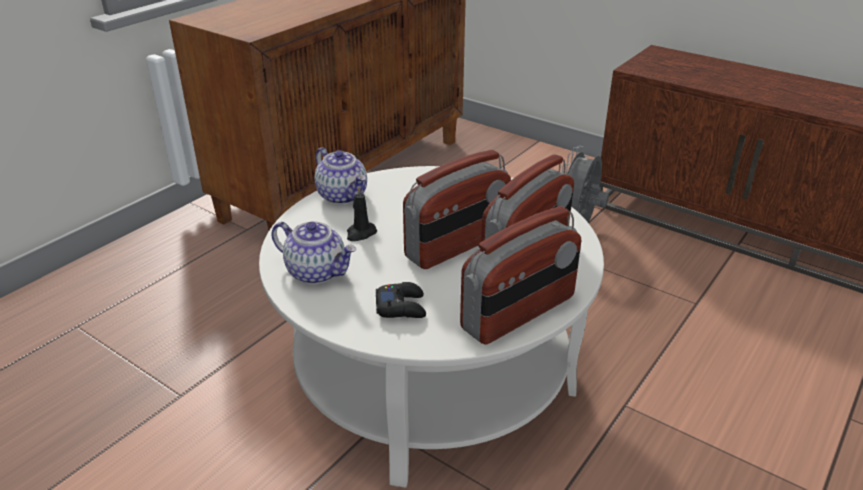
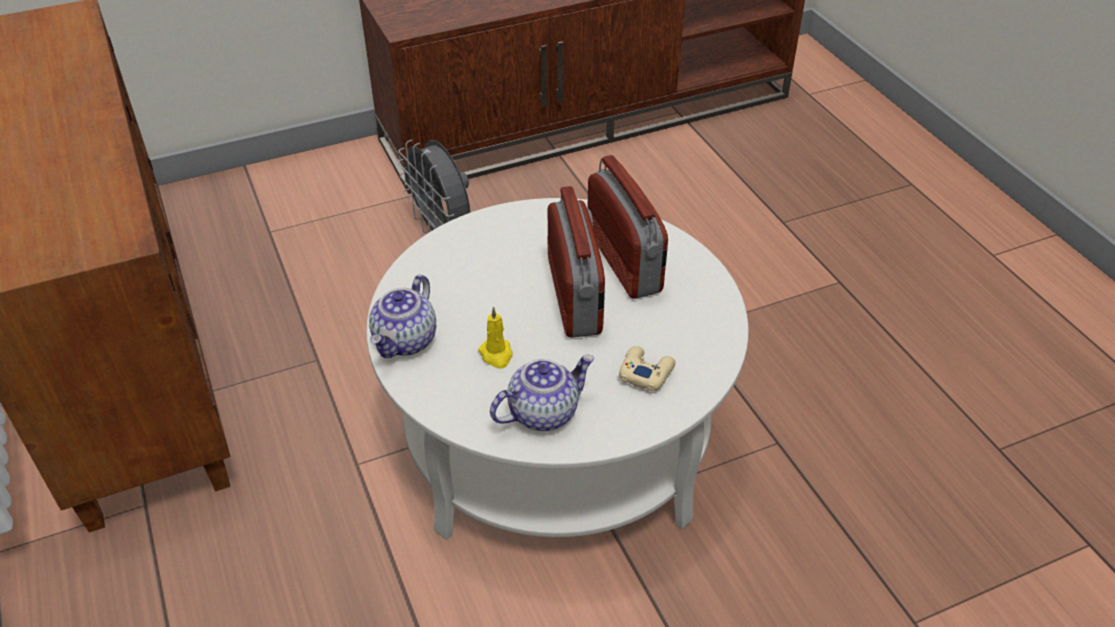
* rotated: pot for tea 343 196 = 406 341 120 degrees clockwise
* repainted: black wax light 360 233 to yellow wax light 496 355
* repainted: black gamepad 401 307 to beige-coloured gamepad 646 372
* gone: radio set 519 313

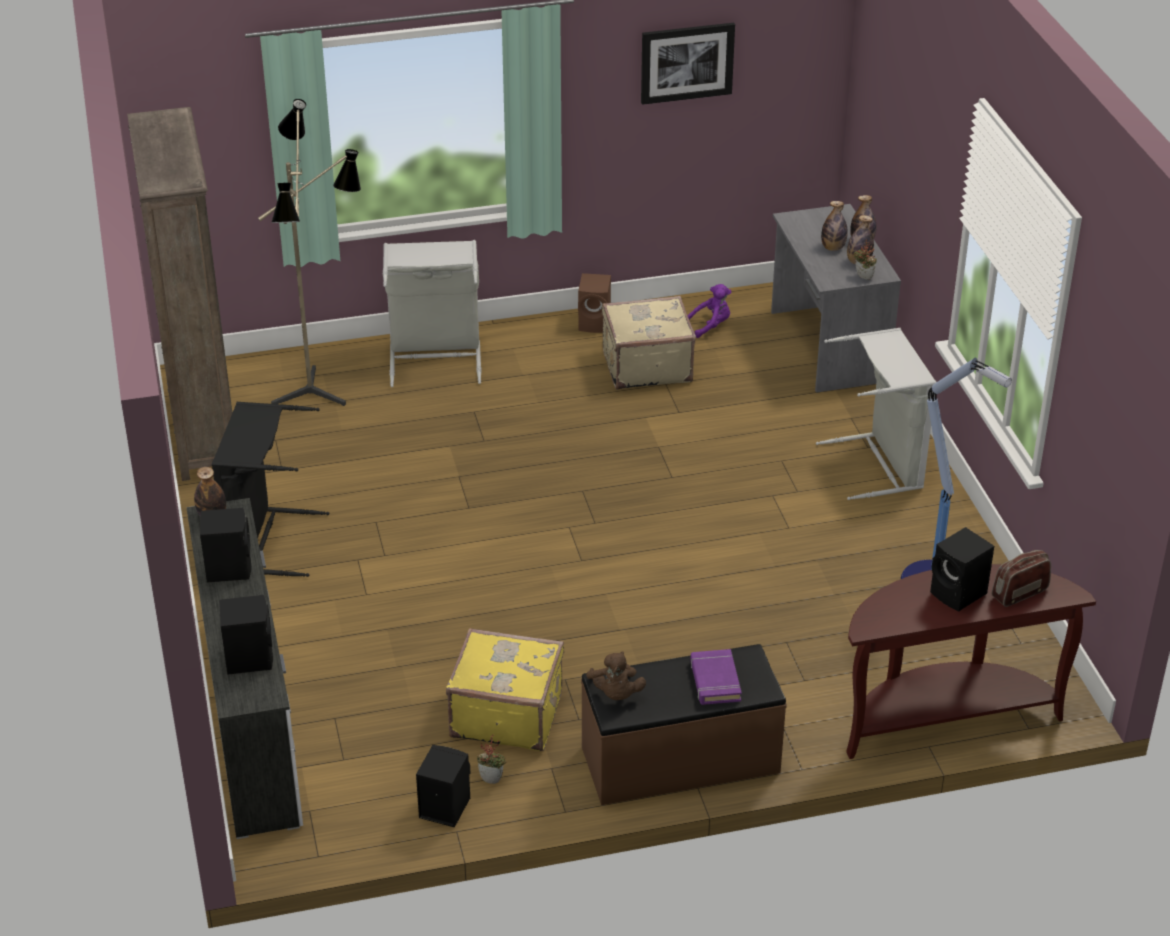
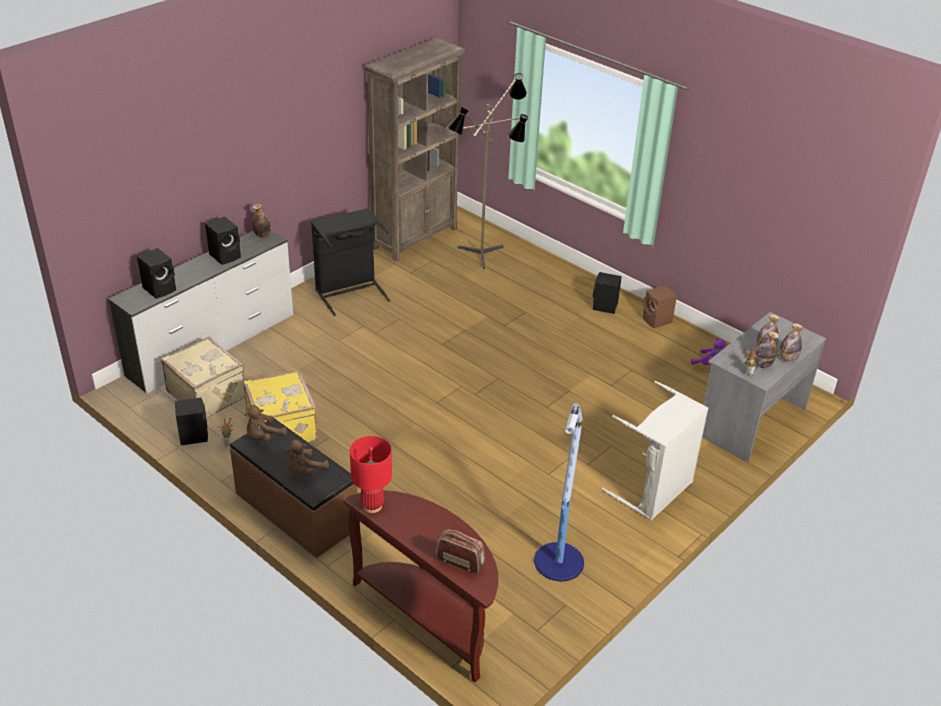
* shifted: beige-coloured piece of luggage 646 366 to 207 394
* swapped: purple-coloured book 715 681 to brown cuddly toy 305 471
* new: red table lamp 372 506
* shifted: black speaker 959 594 to 604 307
* gone: greyish laundry basket 435 358
* gone: picture 687 62

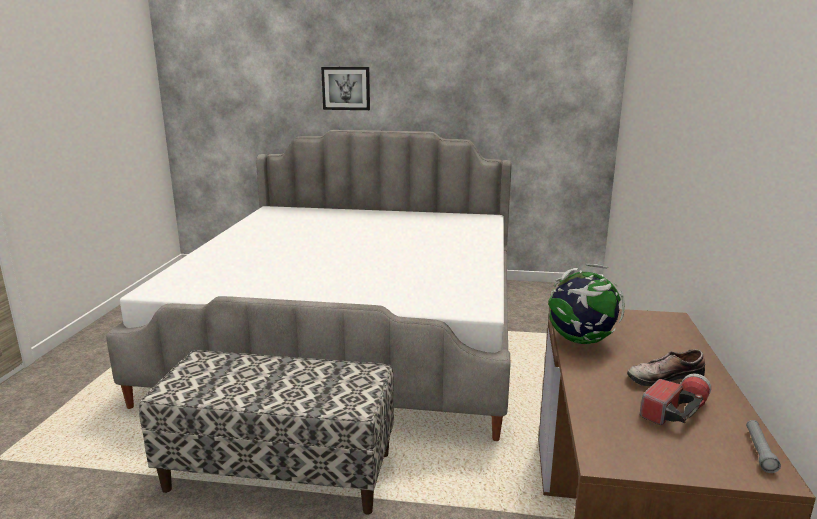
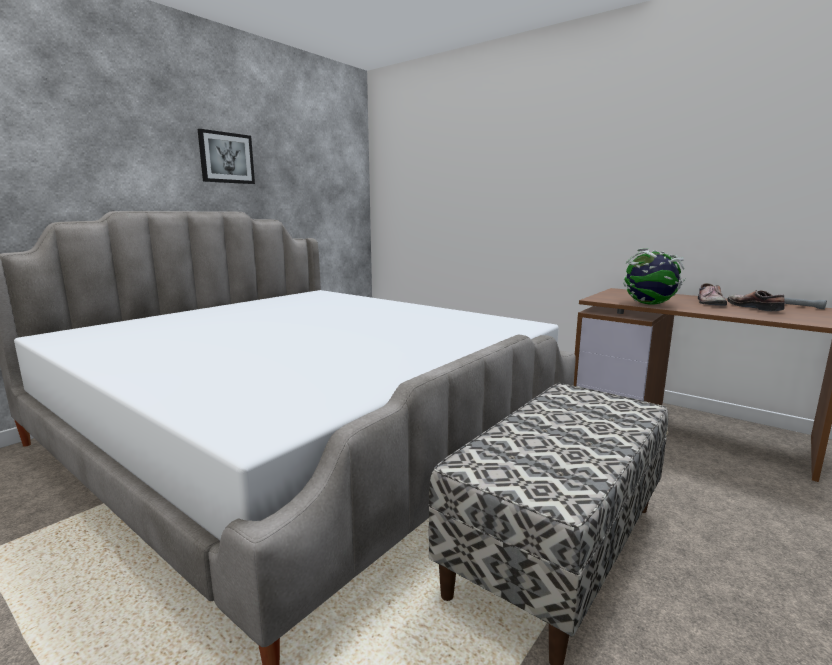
* shifted: picture 346 88 to 226 158
* swapped: hand torch 675 410 to item of footwear 755 307

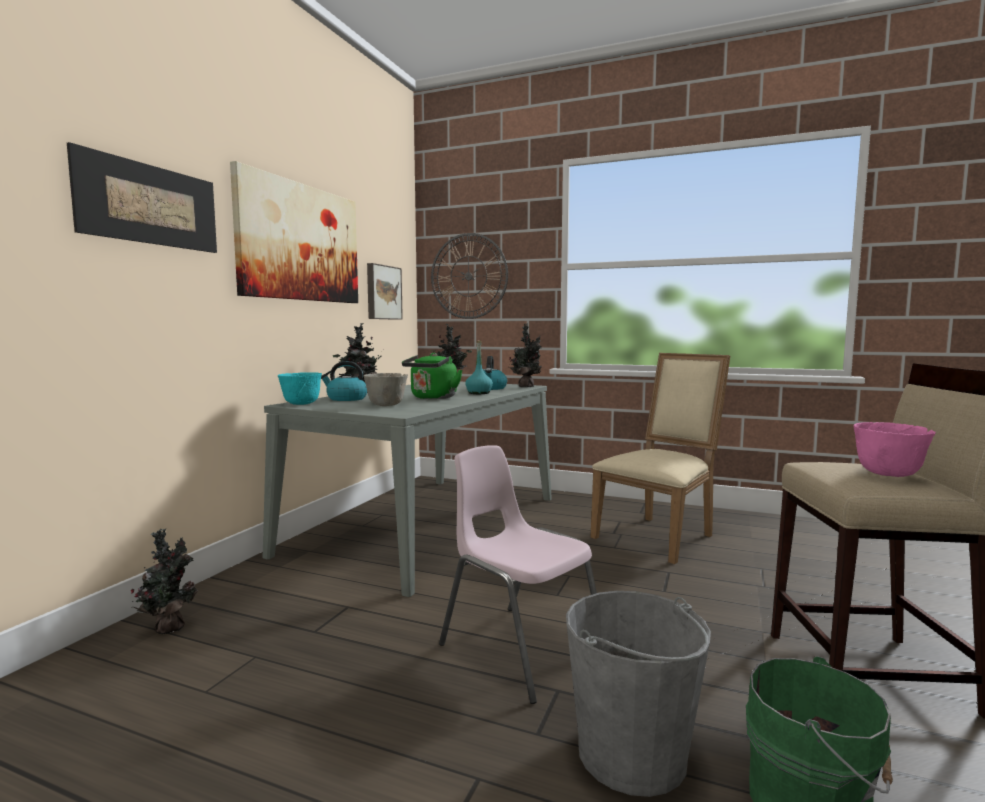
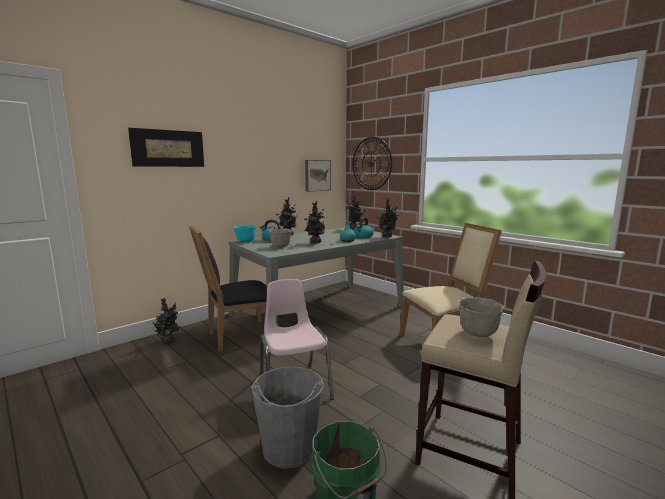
* new: black chair 238 336
* swapped: green-coloured tea kettle 432 398 to houseplant 314 242
* repainted: pink serving bowl 890 474 to greyish serving bowl 479 334
* gone: picture 300 243

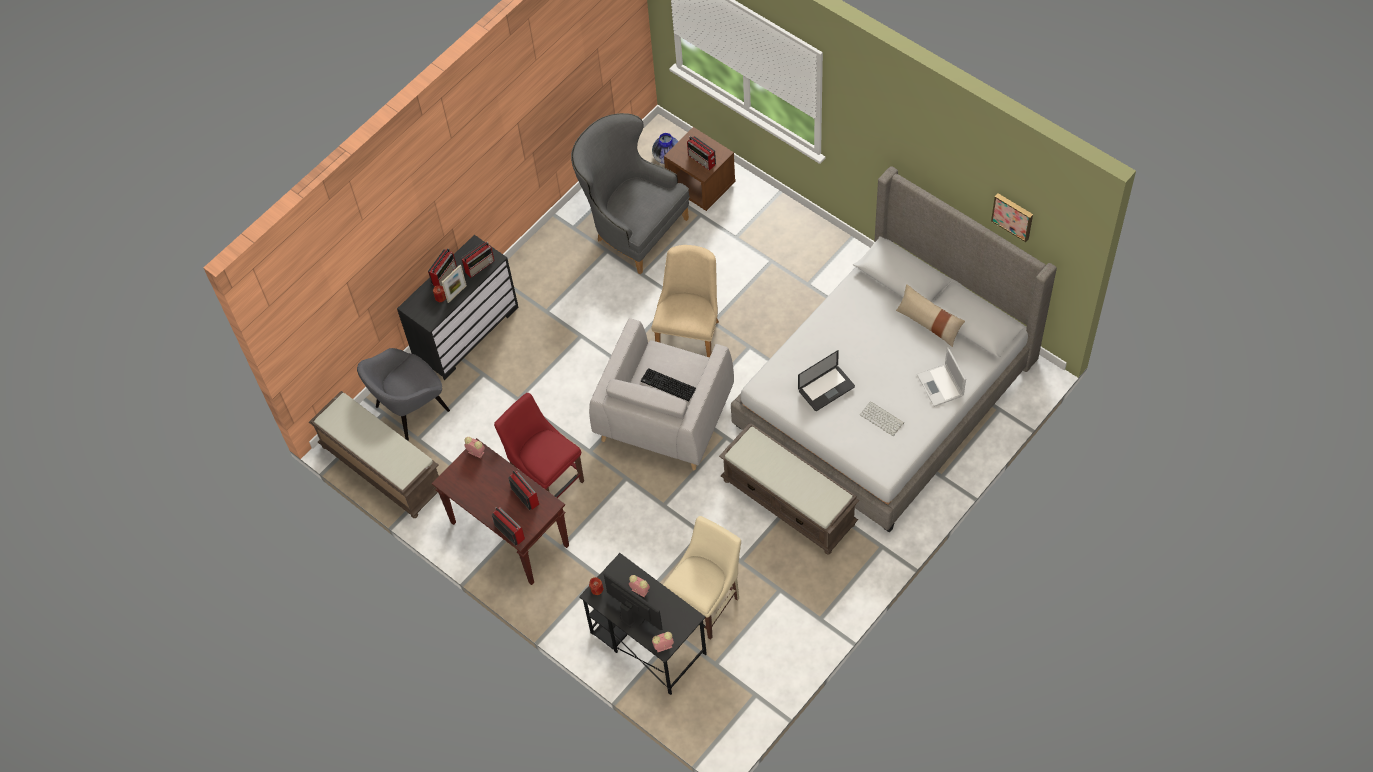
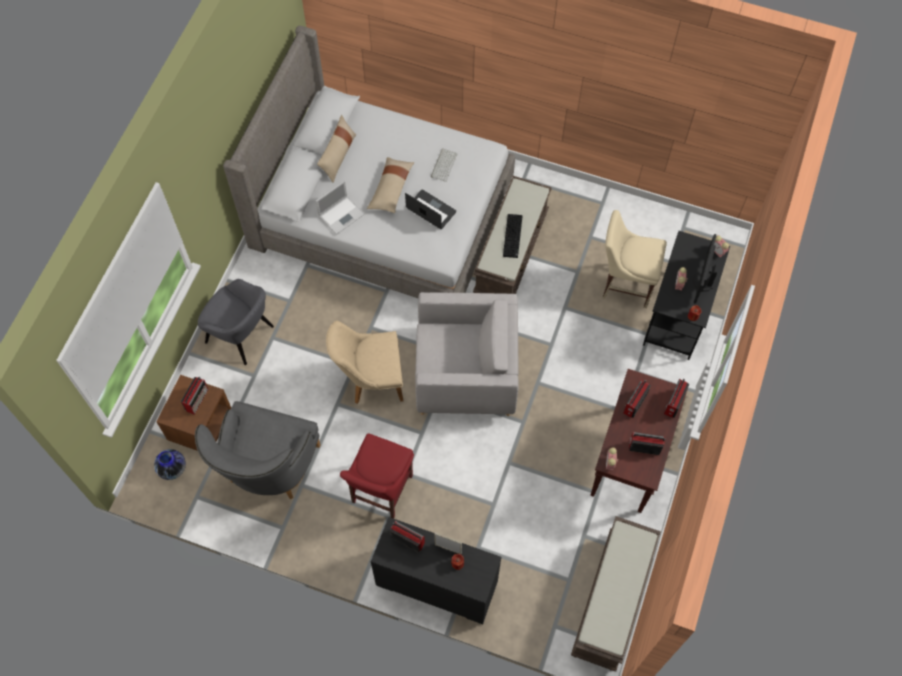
* shifted: greyish armchair 410 409 to 241 335
* shifted: notebook computer 940 386 to 341 214
* shifted: red chair 547 480 to 380 491
* new: beige-coloured pillow 391 189
* shifted: computer keyboard 667 385 to 513 237
* shifted: radio set 444 274 to 643 447
* gone: picture 1013 216

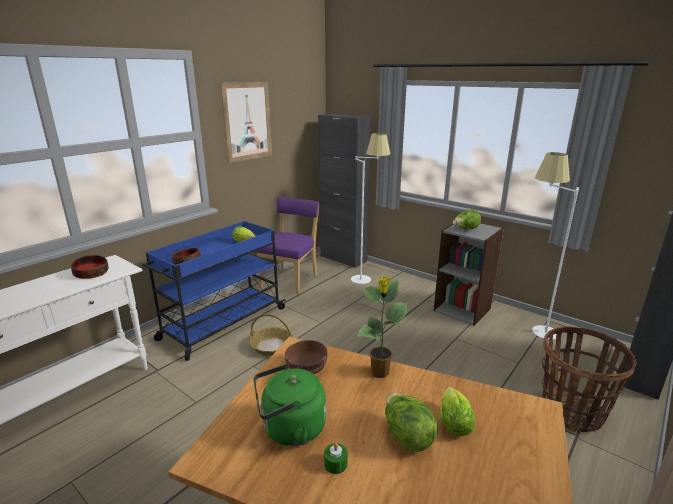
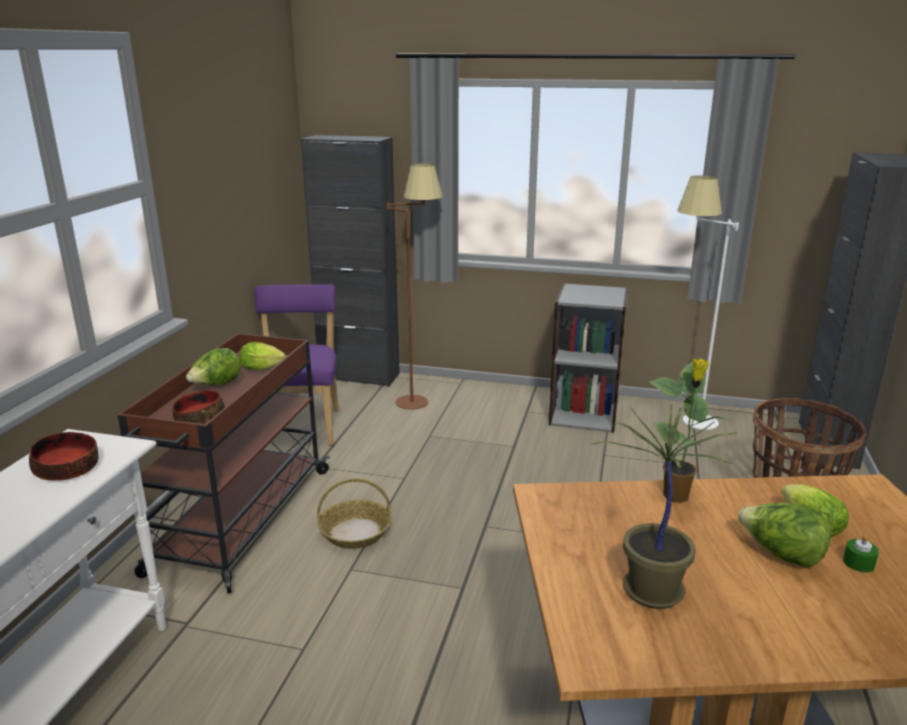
* repainted: blue cart 222 324 to brown cart 241 520
* shifted: lettuce 465 229 to 216 385
* repainted: white floor lamp 367 276 to brown floor lamp 418 396
* swapped: green-coloured tea kettle 290 429 to houseplant 650 591
* shifted: green-coloured wax light 335 464 to 858 563
* gone: picture 247 122
* gone: brown serving bowl 306 368

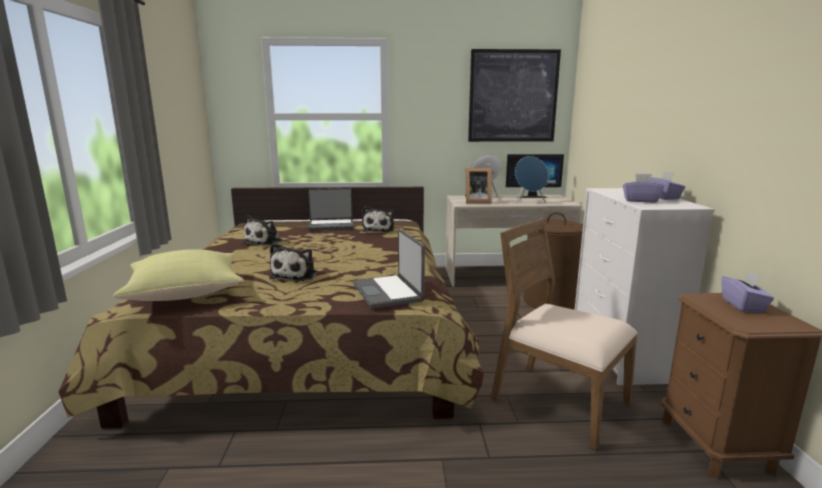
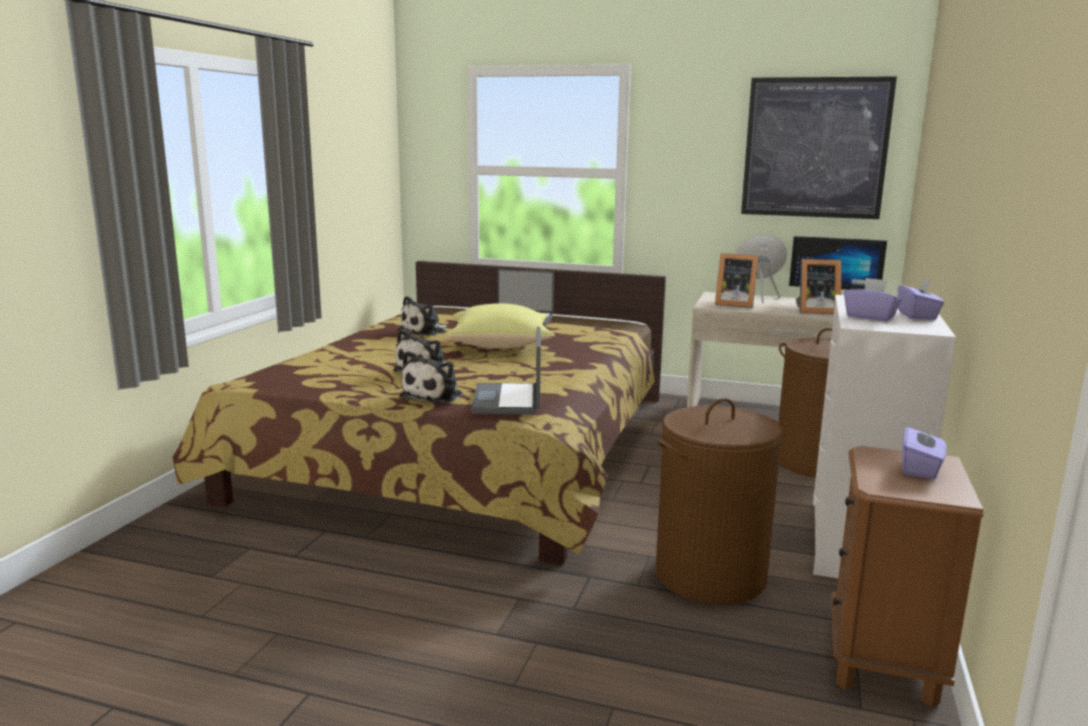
* shifted: cuddly toy 379 229 to 434 395
* shifted: yellow pillow 187 293 to 501 345
* swapped: brown chair 558 401 to brown laundry basket 710 575
* swapped: blue speaker 529 202 to standing frame 814 311

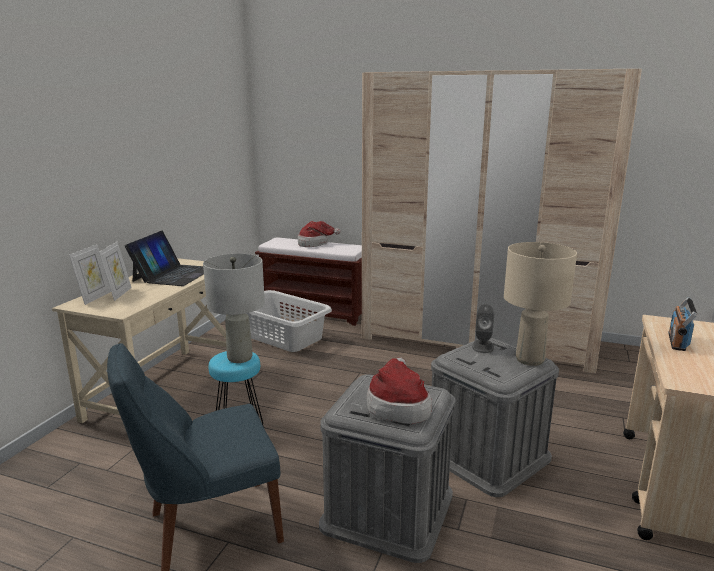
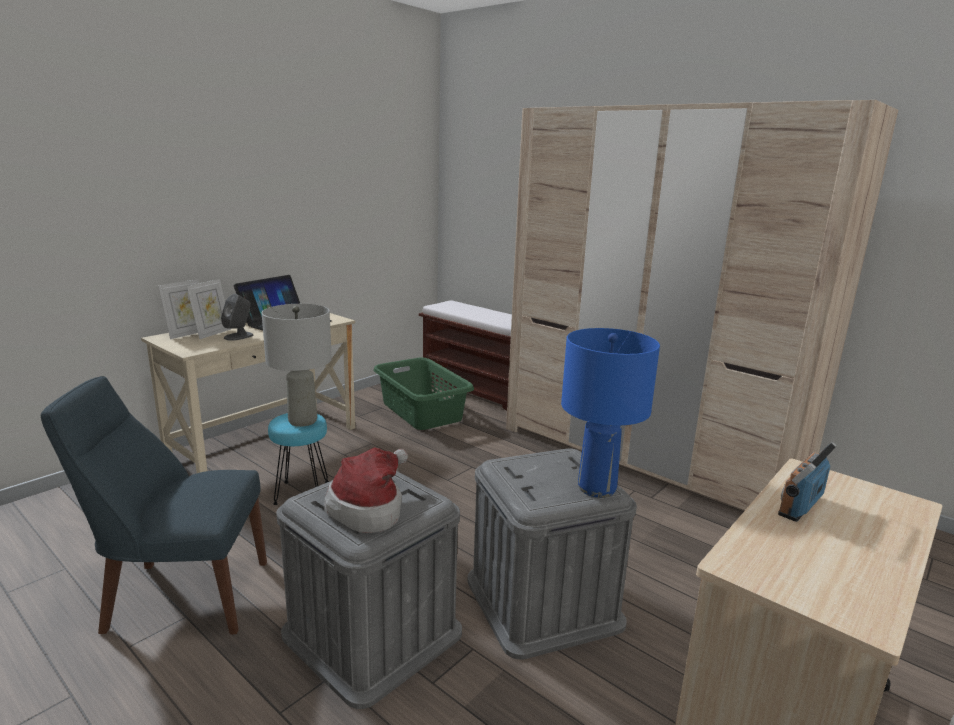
* shifted: greyish speaker 483 346 to 239 336
* repainted: greyish laundry basket 282 337 to green-coloured laundry basket 421 412
* repainted: beige-coloured table lamp 529 359 to blue table lamp 596 488
* gone: clothing hat 315 243

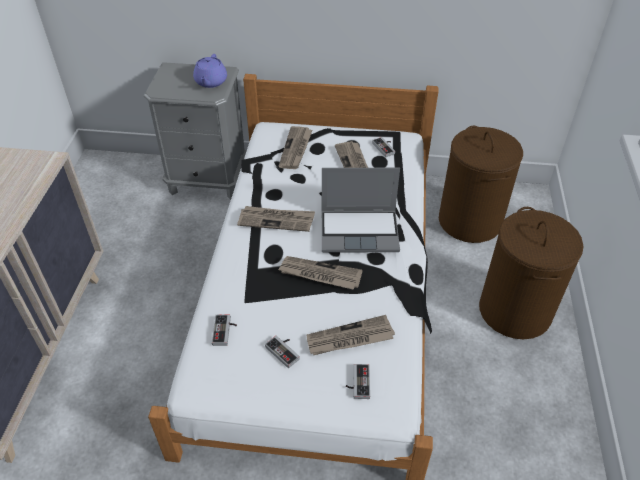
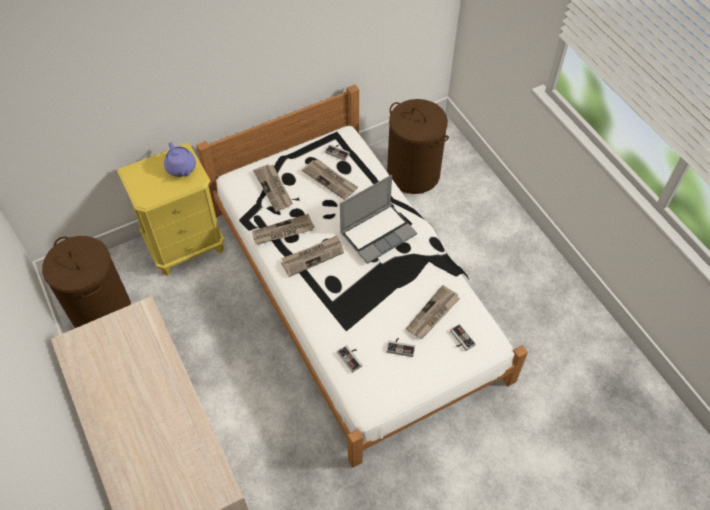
* shifted: brown laundry basket 514 310 to 101 310
* repainted: greyish night table 208 180 to yellow night table 185 245
* shifted: daily paper 319 274 to 283 232

